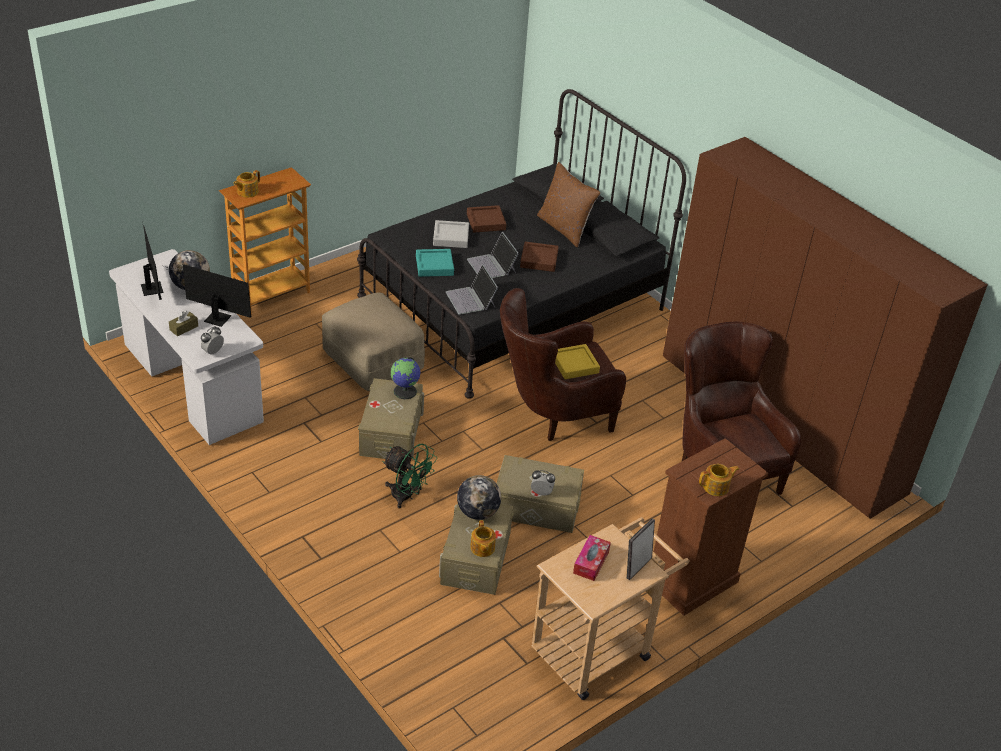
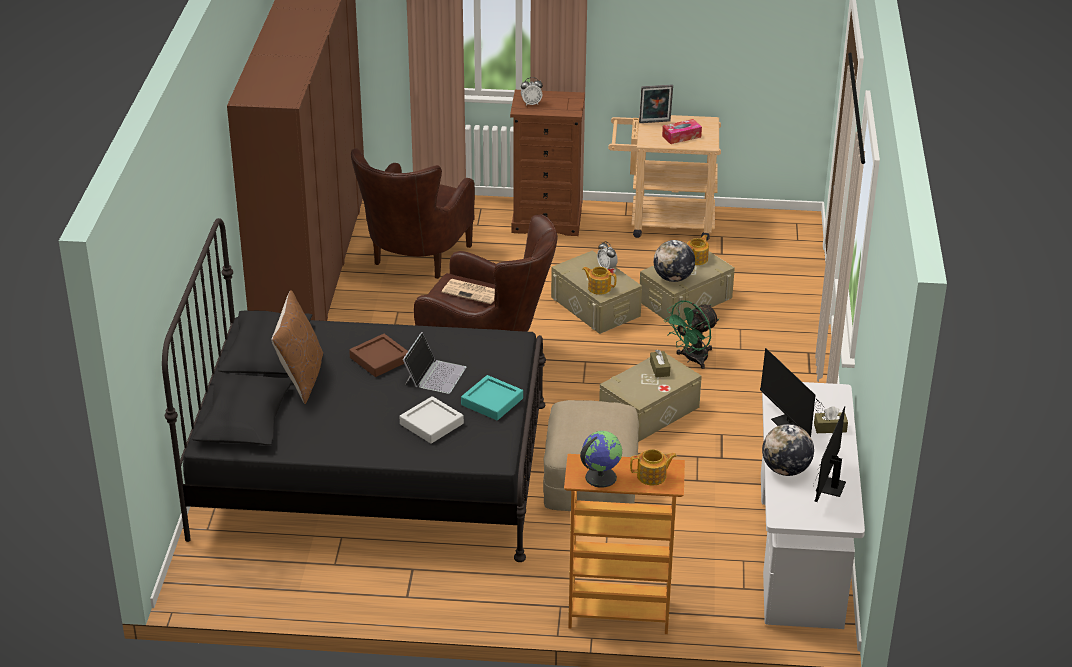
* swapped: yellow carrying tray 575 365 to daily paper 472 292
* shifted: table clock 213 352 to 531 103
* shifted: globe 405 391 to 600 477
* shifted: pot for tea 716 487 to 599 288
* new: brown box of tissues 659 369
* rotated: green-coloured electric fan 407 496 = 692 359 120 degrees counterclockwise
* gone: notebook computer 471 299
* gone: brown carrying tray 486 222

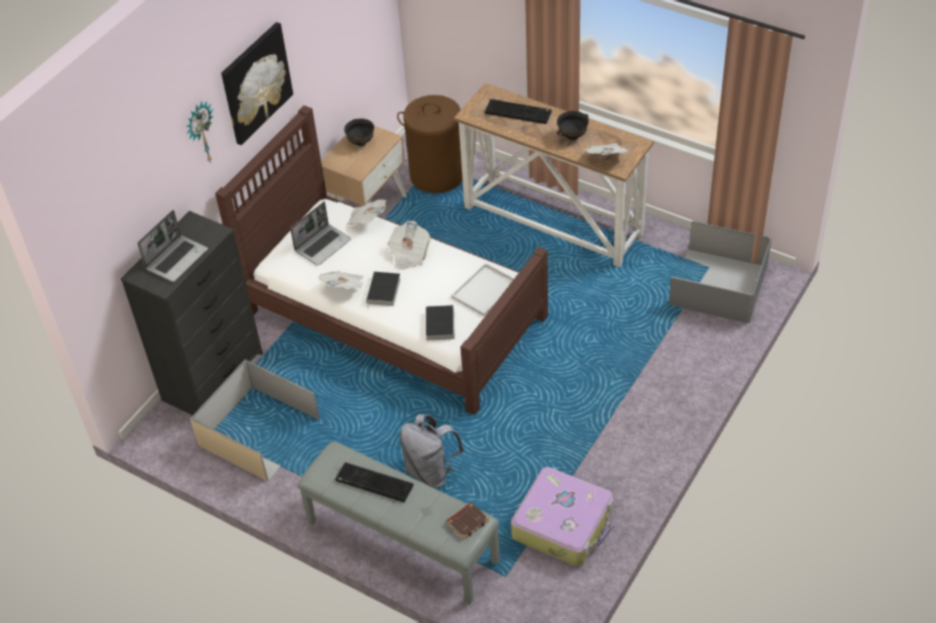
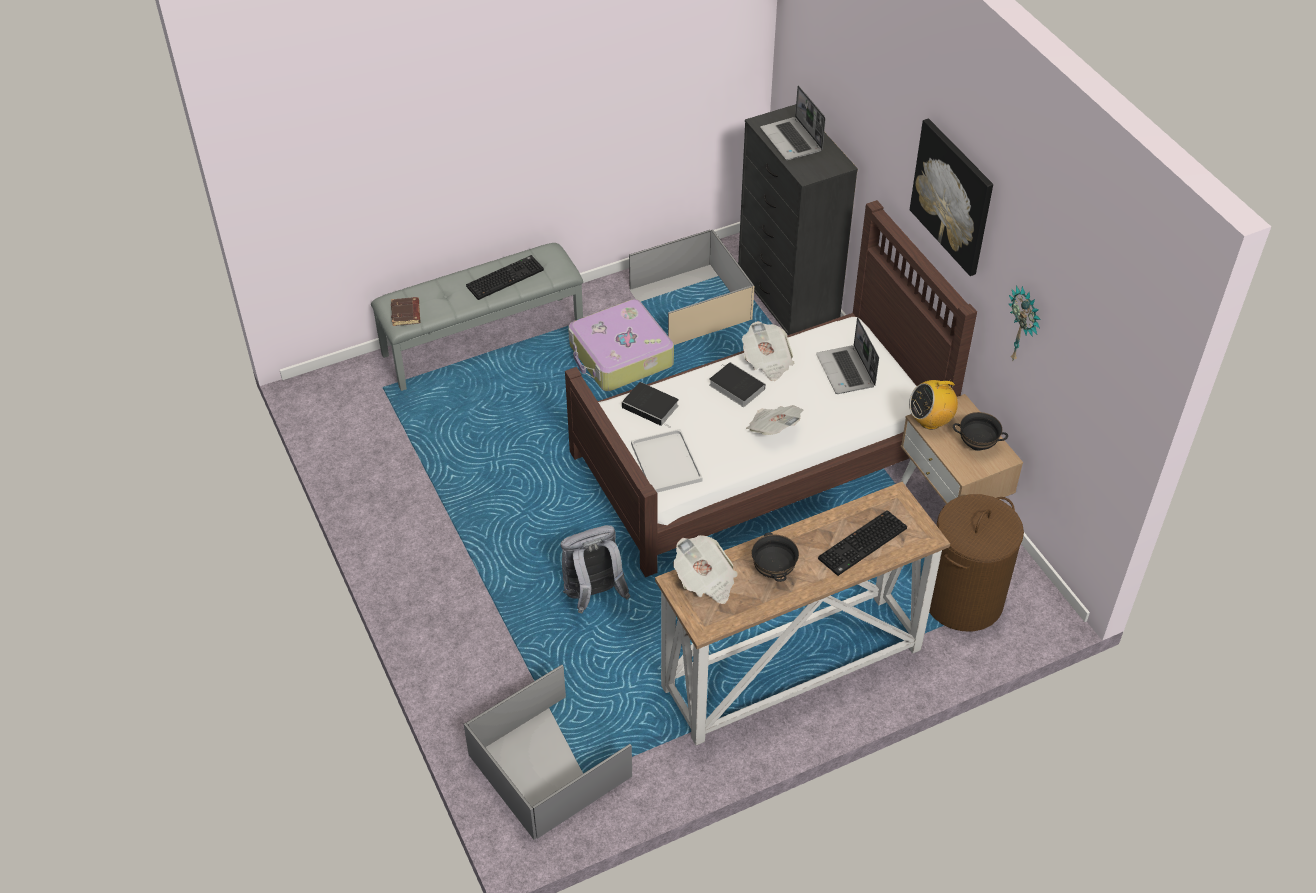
* shifted: greyish backpack 431 471 to 593 595
* shifted: piece of luggage 563 524 to 620 356
* new: radio set 930 421
* shifted: clock on the wall 200 133 to 1024 325
* gone: daily paper 367 220

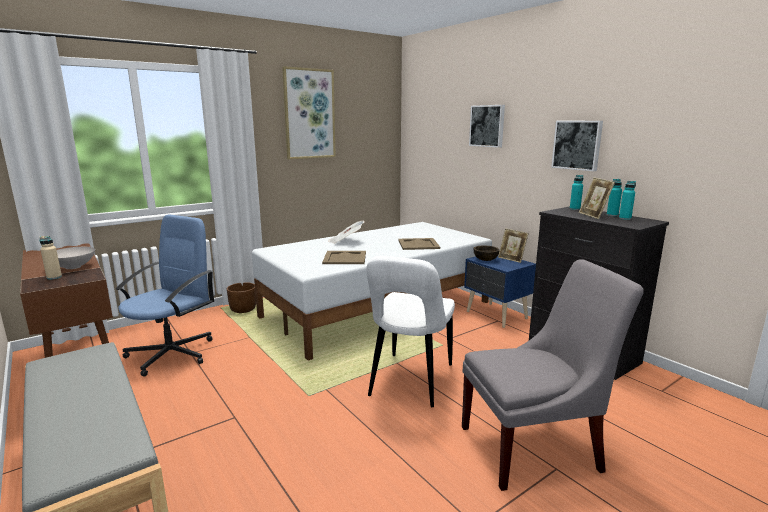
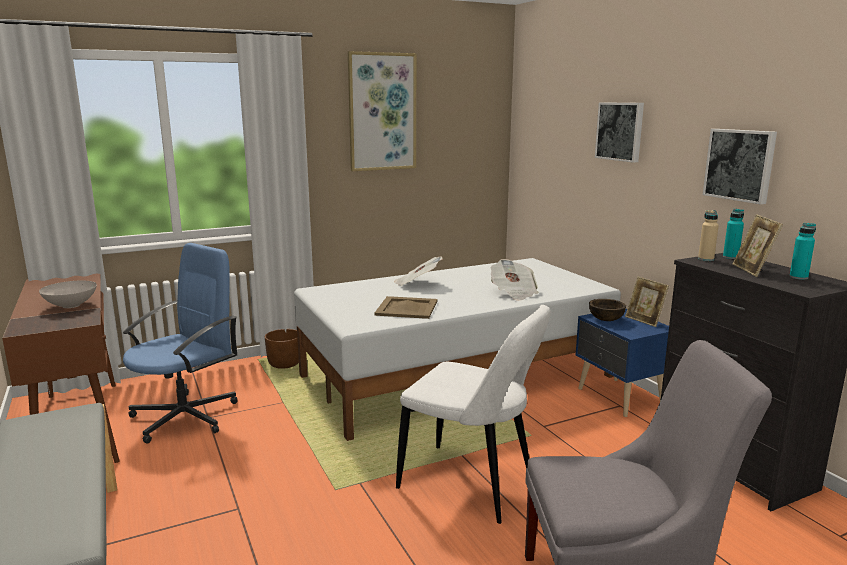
* rotated: white chair 410 382 = 471 484 90 degrees counterclockwise
* swapped: beige-coloured carrying tray 419 244 to daily paper 513 293
* shifted: beige-coloured beverage bottle 54 277 to 705 259
* gone: blue-green beverage bottle 612 215

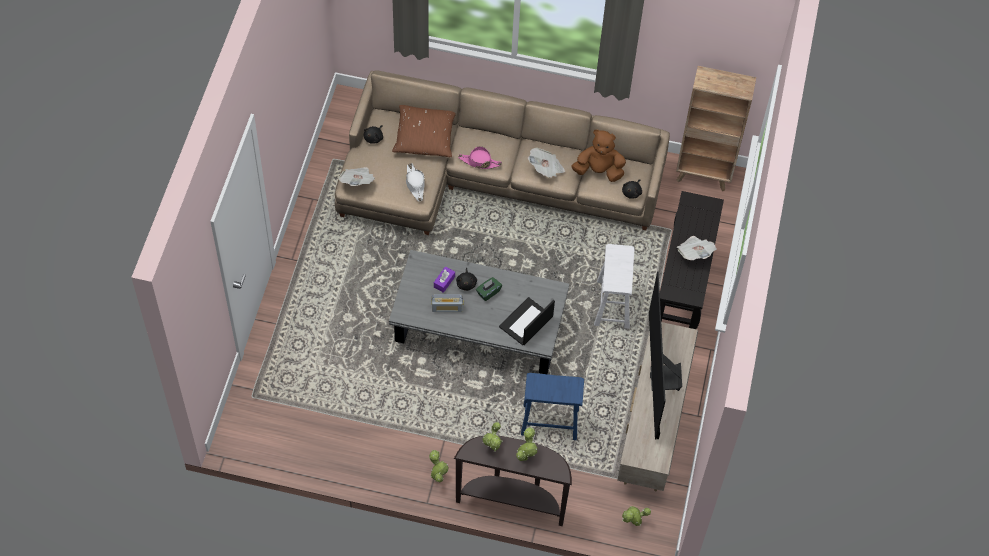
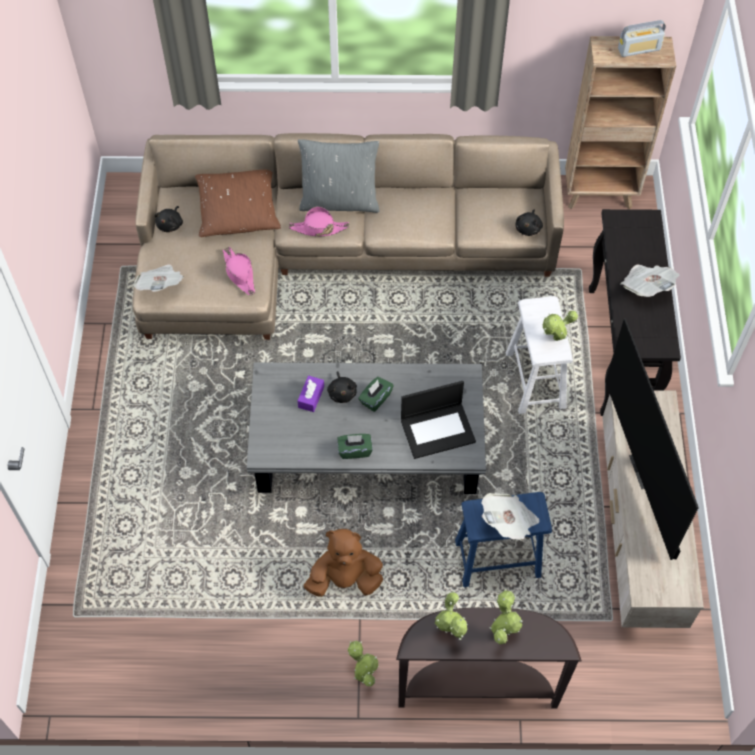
* repainted: white clothing hat 415 184 to pink clothing hat 239 274
* new: greyish pillow 339 201
* shifted: brown cuddly toy 599 170 to 345 579
* new: green-coloured box of tissues 355 450
* rotated: notebook computer 526 322 = 438 430 135 degrees counterclockwise
* shifted: daily paper 546 169 to 509 522
* shifted: houseplant 633 523 to 554 339
* shifted: radio set 447 308 to 639 49

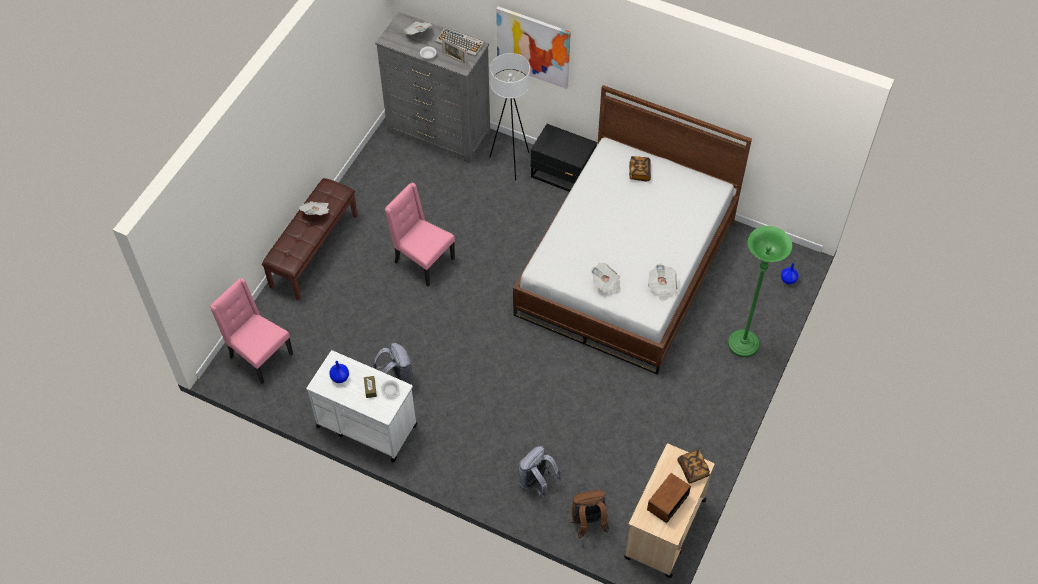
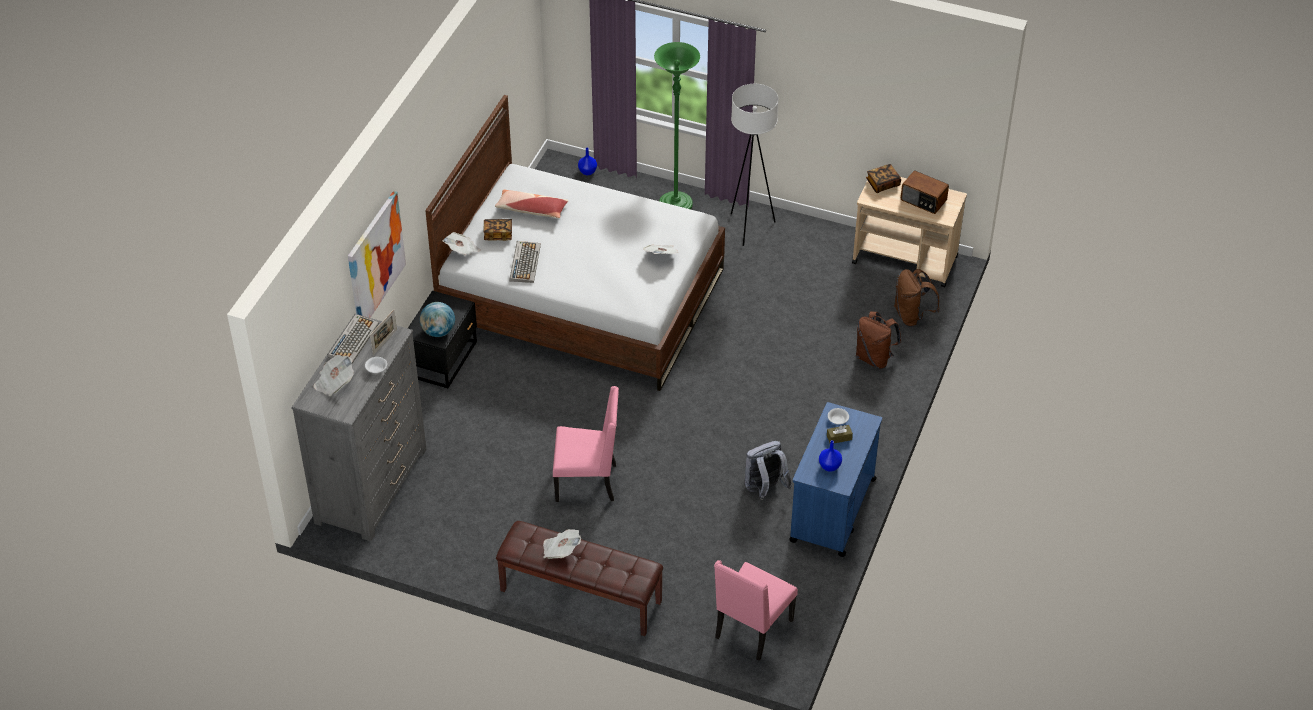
* new: globe 438 331
* shifted: daily paper 662 287 to 461 250
* new: pillow 531 209
* new: computer keyboard 524 262
* rotated: pink chair 422 261 = 588 482 120 degrees counterclockwise
* shifted: white floor lamp 510 163 to 749 227
* repainted: white cart 366 425 to blue cart 832 510
* repainted: greyish backpack 536 482 to brown backpack 874 358

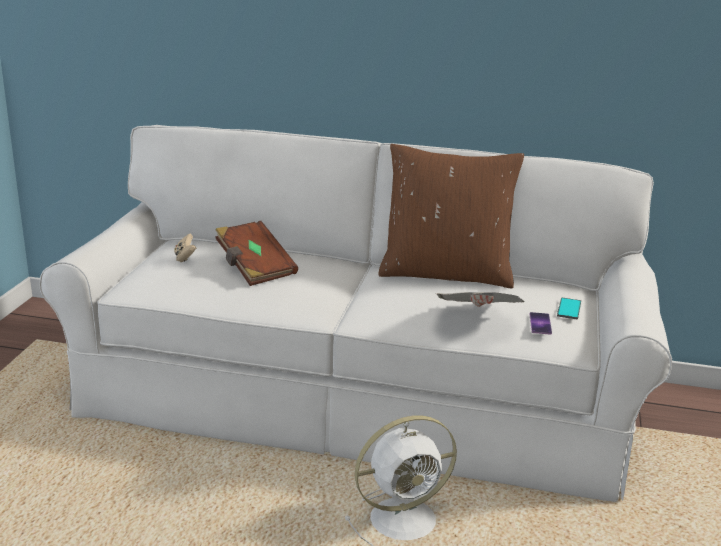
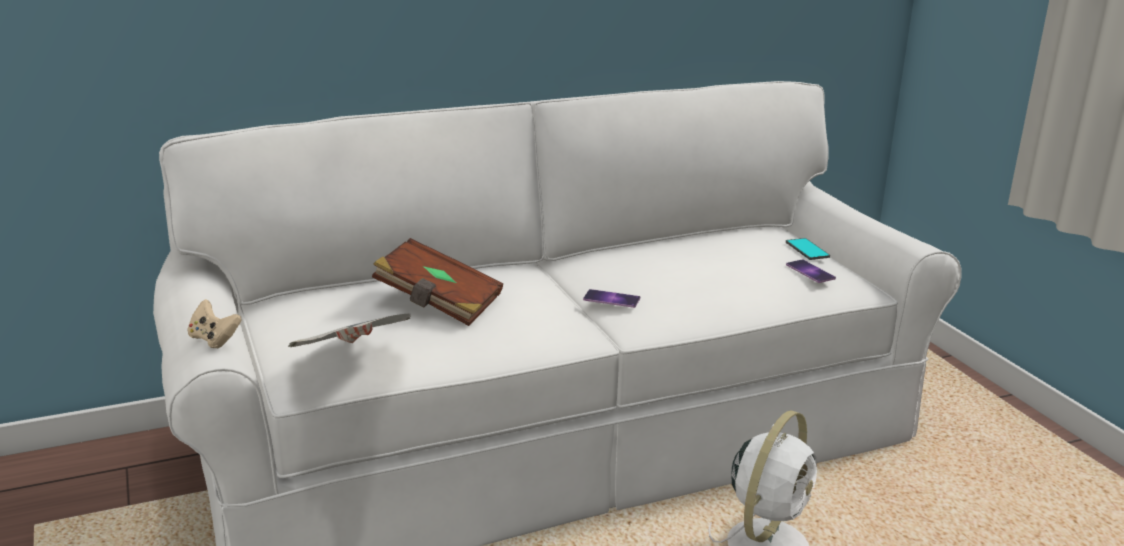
* shifted: beige-coloured gamepad 185 257 to 214 340
* shifted: daily paper 477 320 to 351 362
* new: phone 611 299
* gone: brown pillow 446 273

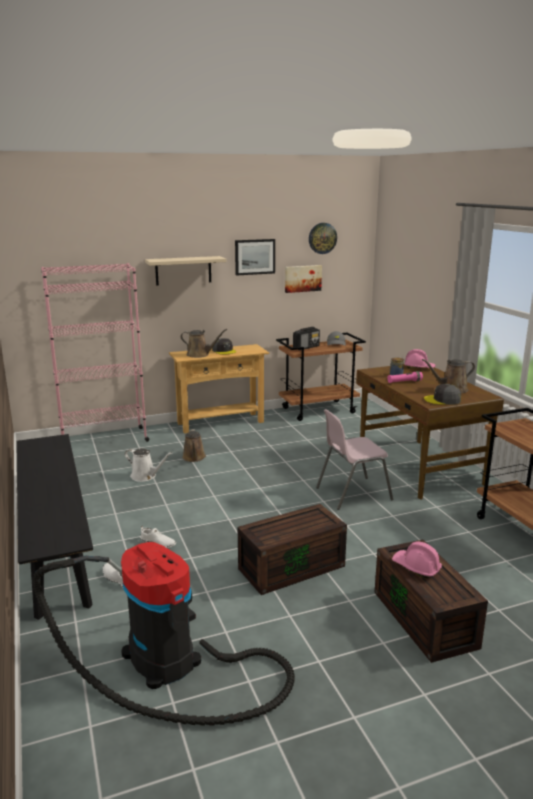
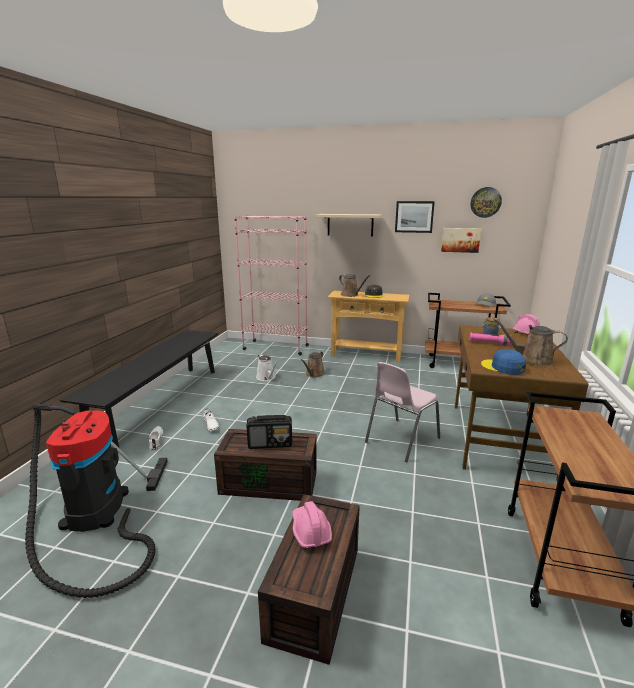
* shifted: radio set 306 347 to 270 444
* rotated: pink chair 352 493 = 401 440 60 degrees counterclockwise
* repainted: greyish cap 442 400 to blue cap 503 367

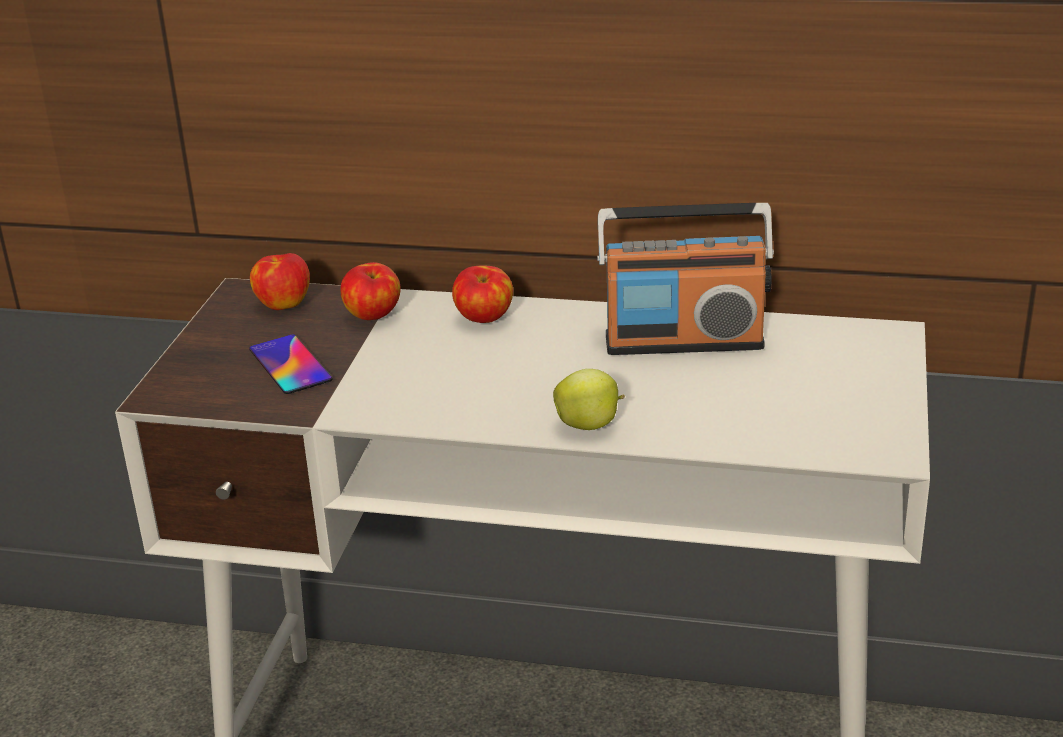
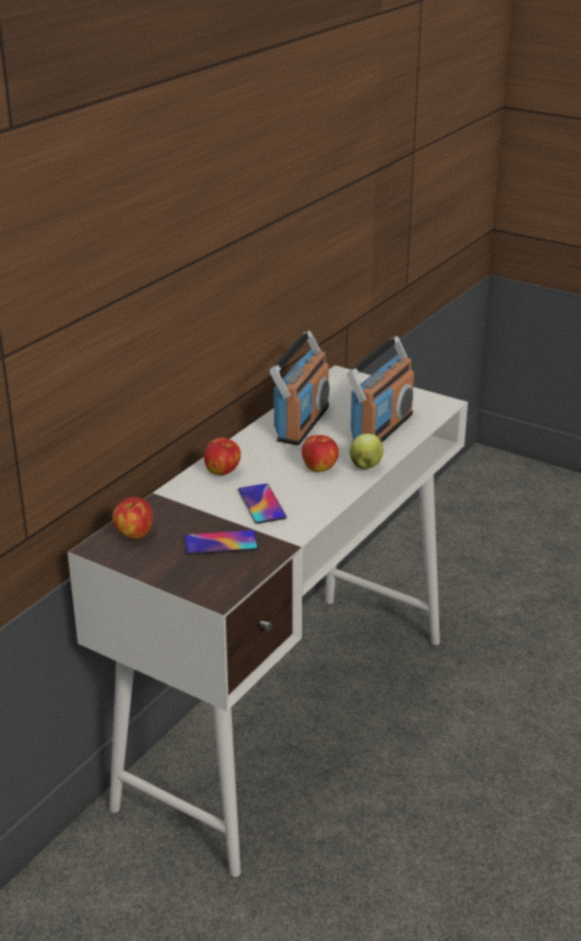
* new: phone 261 504
* shifted: apple 373 316 to 320 468
* new: radio set 381 429

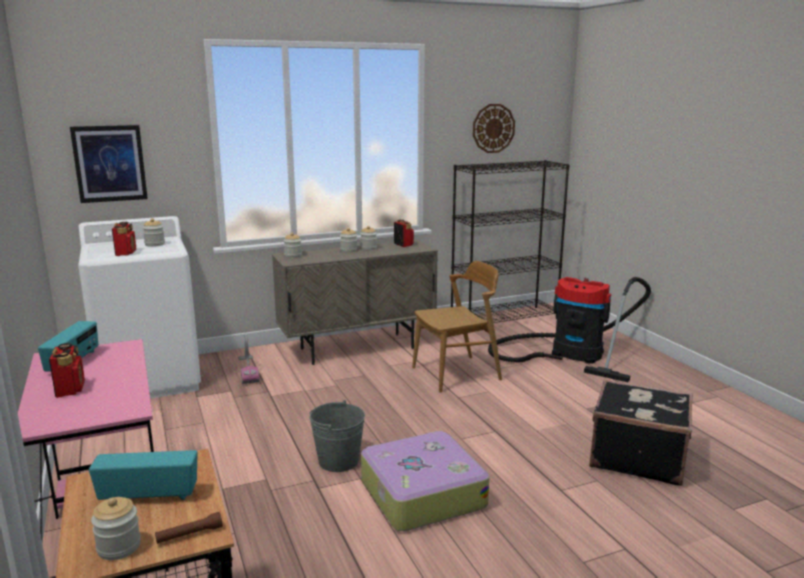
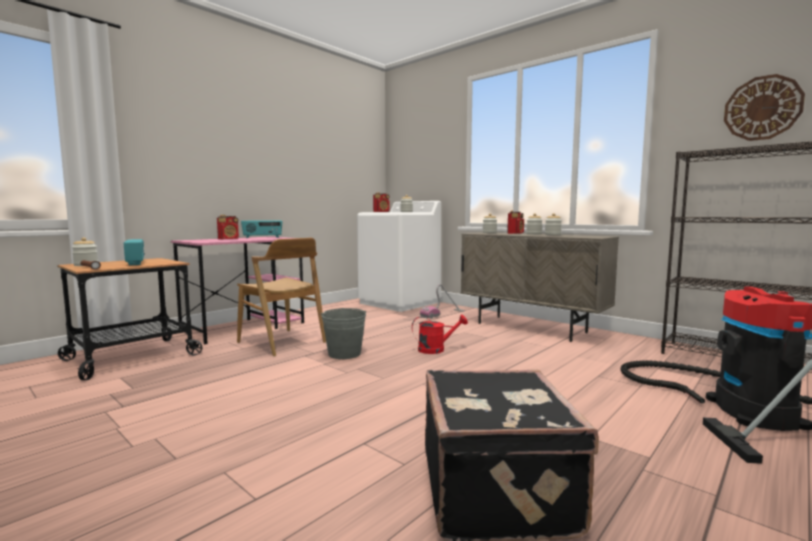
* shifted: brown chair 456 374 to 281 342
* new: red sprinkling can 436 349
* shifted: radio set 403 244 to 515 233
* gone: picture 109 163
* gone: piece of luggage 421 493

